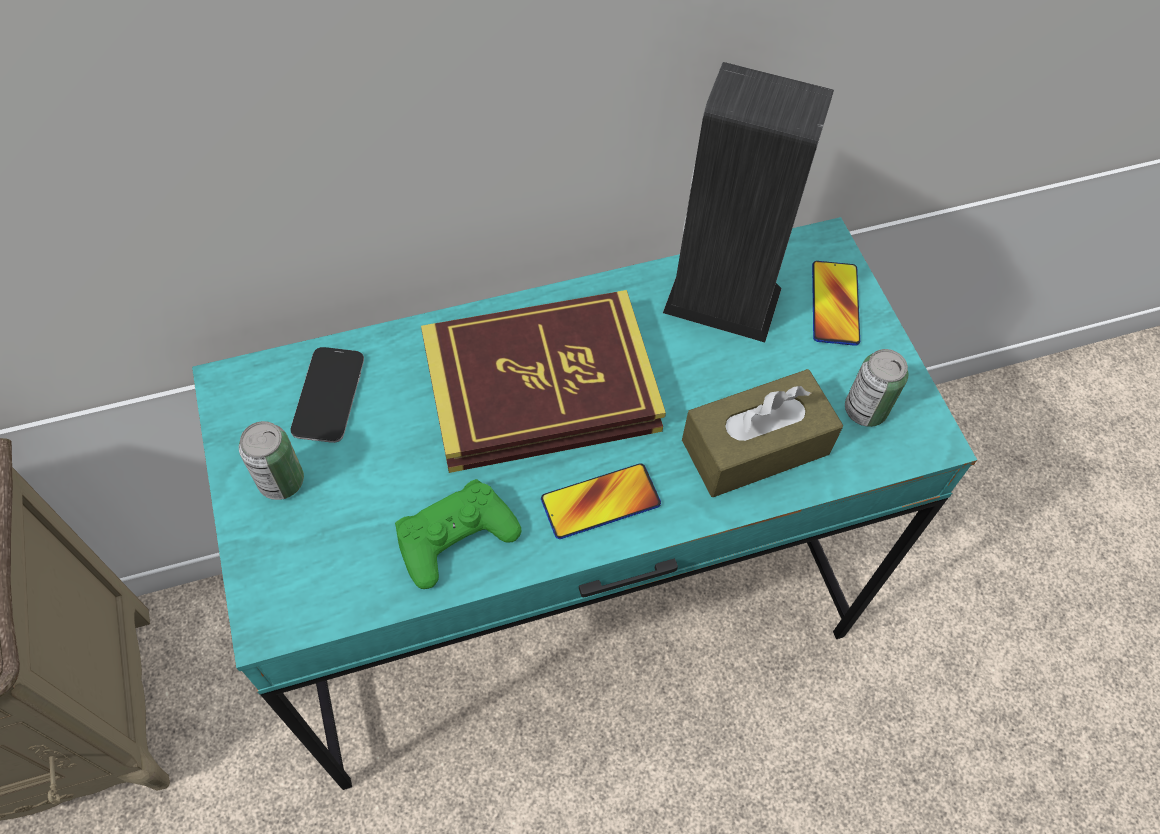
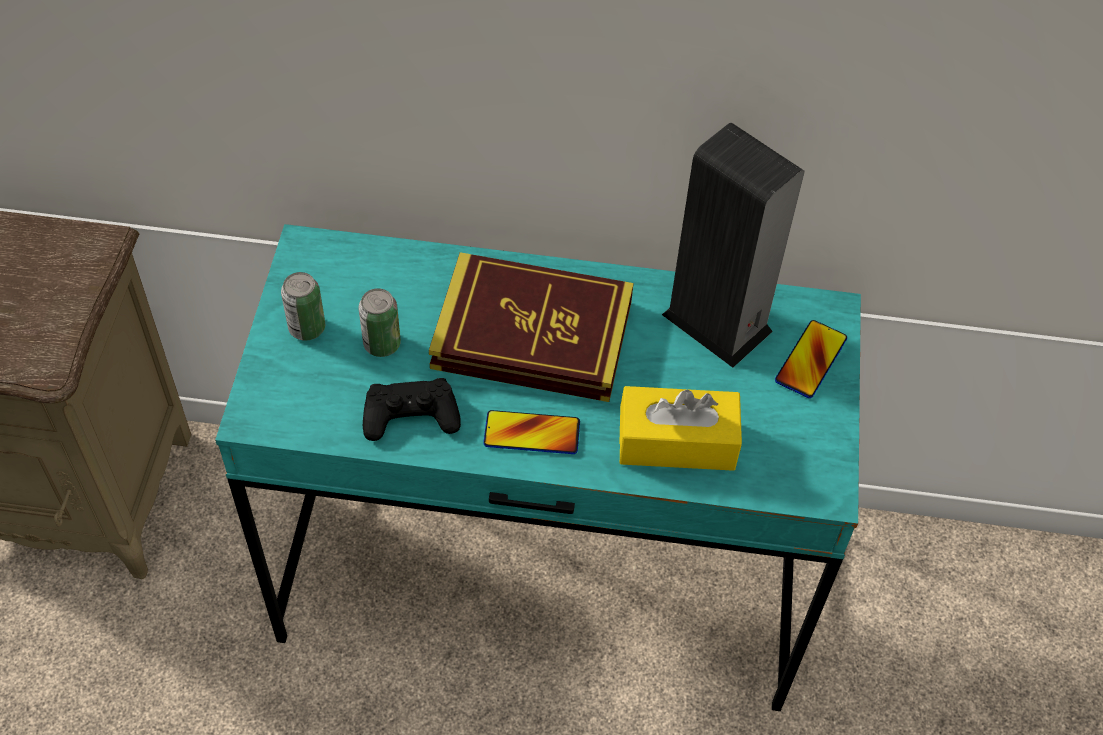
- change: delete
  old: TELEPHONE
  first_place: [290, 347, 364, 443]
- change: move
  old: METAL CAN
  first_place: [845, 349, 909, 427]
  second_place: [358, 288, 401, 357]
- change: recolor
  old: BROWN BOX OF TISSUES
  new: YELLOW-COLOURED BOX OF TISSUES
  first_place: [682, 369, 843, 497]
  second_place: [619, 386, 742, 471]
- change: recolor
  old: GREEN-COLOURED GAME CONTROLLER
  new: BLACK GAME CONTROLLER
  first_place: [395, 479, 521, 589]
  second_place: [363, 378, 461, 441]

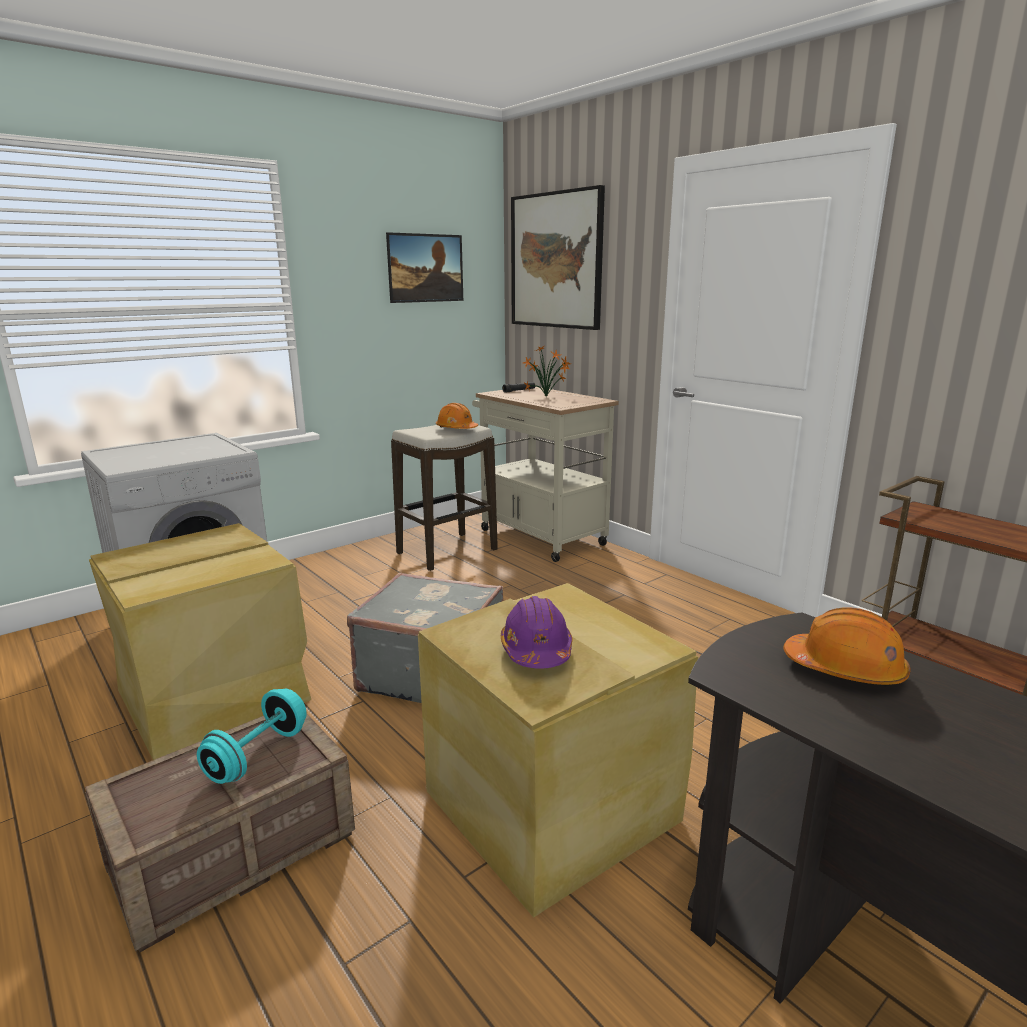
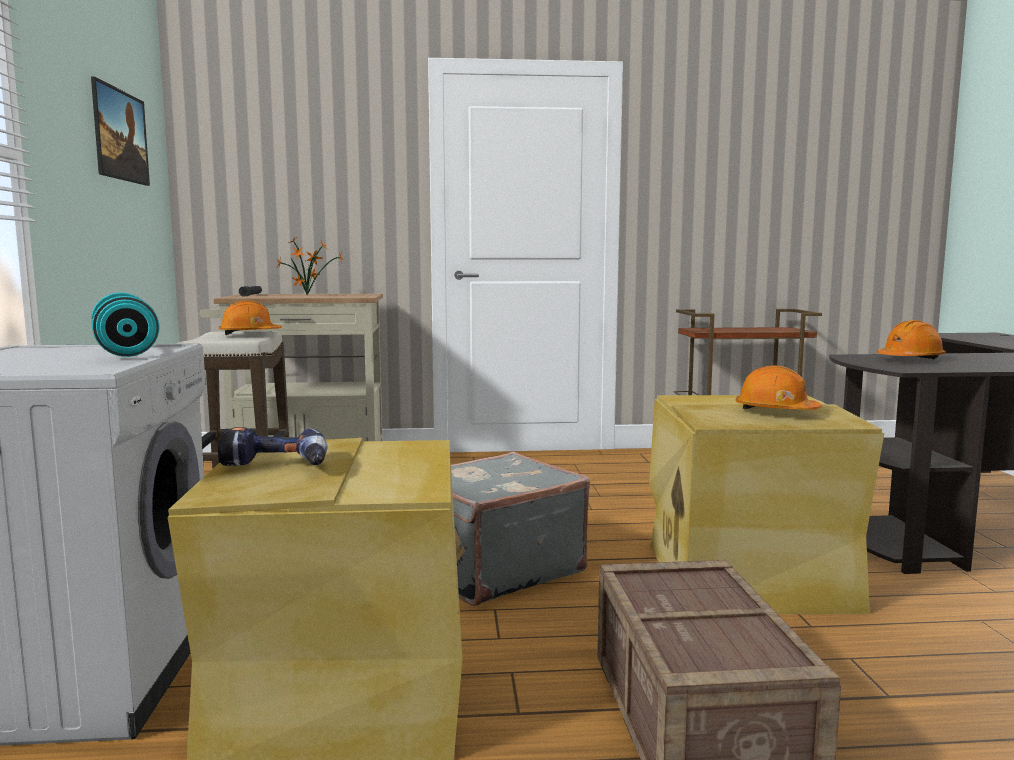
- change: delete
  old: WALL PICTURE
  first_place: [511, 185, 605, 330]
- change: recolor
  old: PURPLISH HARD HAT
  new: ORANGE HARD HAT
  first_place: [501, 596, 572, 669]
  second_place: [735, 365, 822, 410]
- change: move
  old: BLUE-GREEN FREE WEIGHT
  first_place: [197, 689, 307, 784]
  second_place: [91, 292, 159, 357]
- change: insert
  new: ELECTRIC DRILL
  second_place: [218, 427, 328, 466]

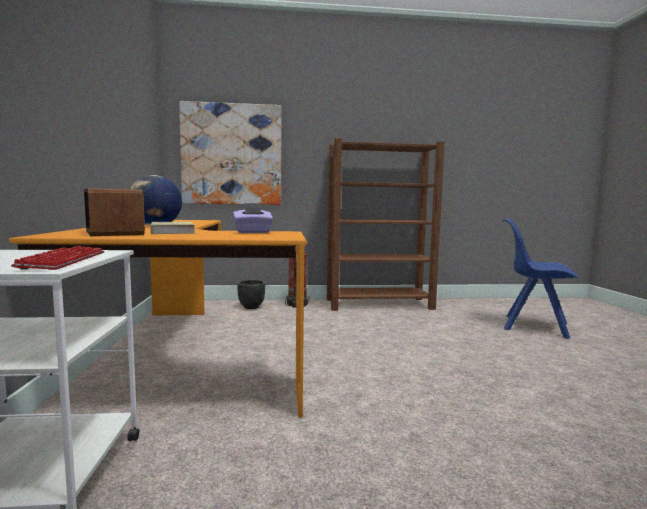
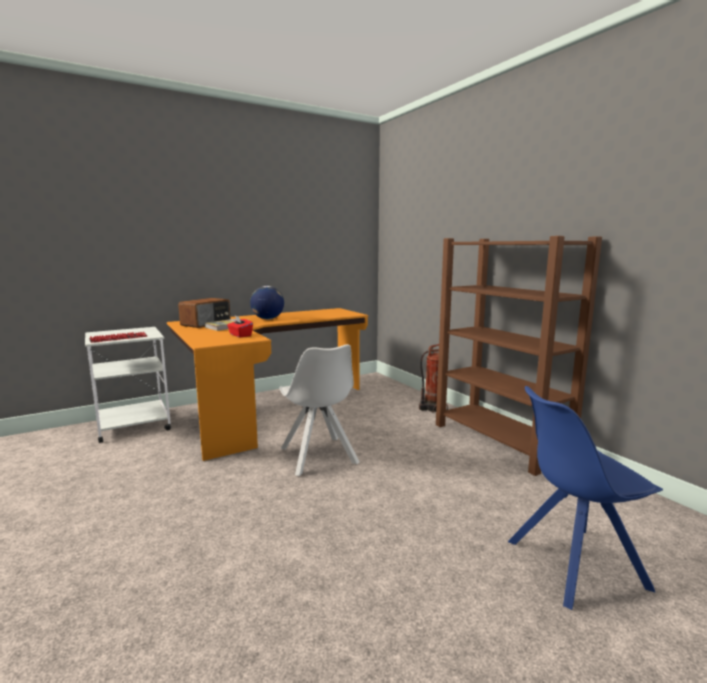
- change: delete
  old: WALL PICTURE
  first_place: [179, 101, 281, 205]
- change: recolor
  old: PURPLISH BOX OF TISSUES
  new: REDDISH BOX OF TISSUES
  first_place: [233, 203, 273, 233]
  second_place: [227, 316, 253, 337]
- change: rotate
  old: BLUISH UPRIGHT CHAIR
  first_place: [503, 219, 579, 339]
  second_place: [508, 386, 663, 610]
  degrees: -105
- change: delete
  old: BLACK PLANT POT
  first_place: [237, 280, 265, 309]
- change: insert
  new: WHITE UPRIGHT CHAIR
  second_place: [279, 344, 359, 476]

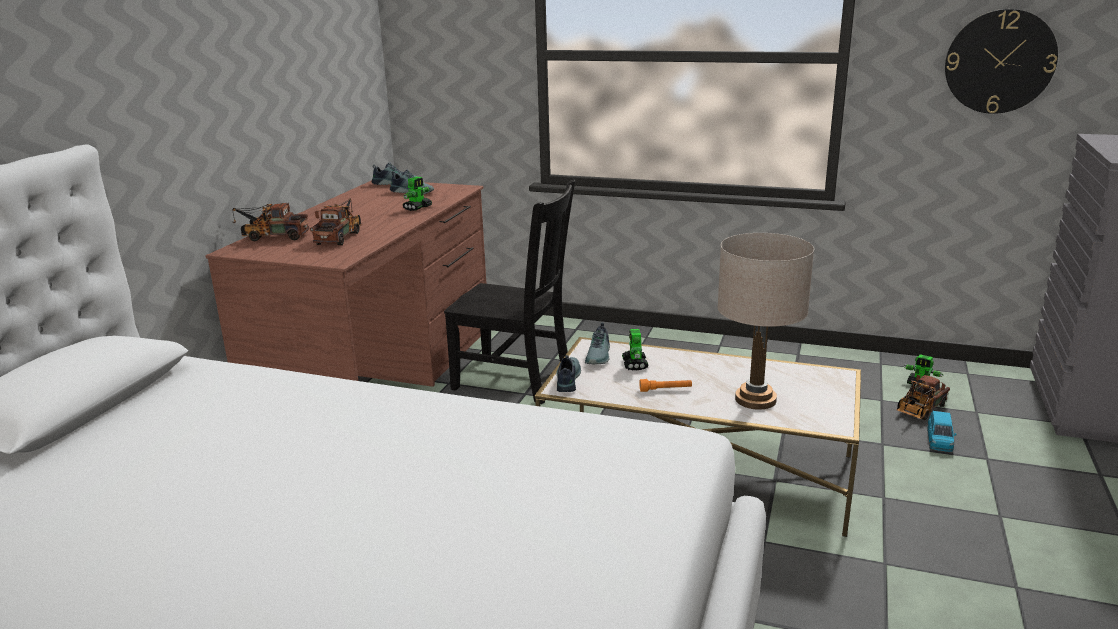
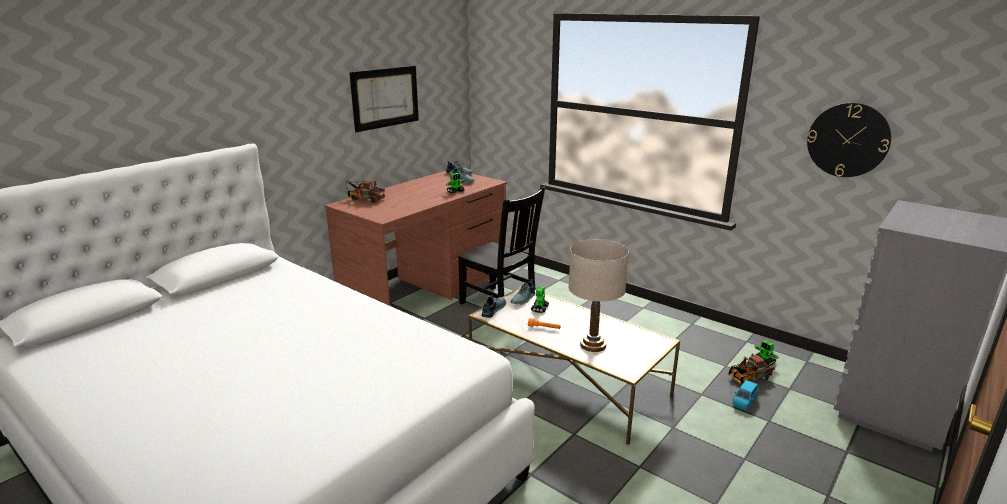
- change: delete
  old: TOY TRUCK
  first_place: [310, 198, 362, 245]
- change: insert
  new: WALL PICTURE
  second_place: [349, 66, 419, 132]

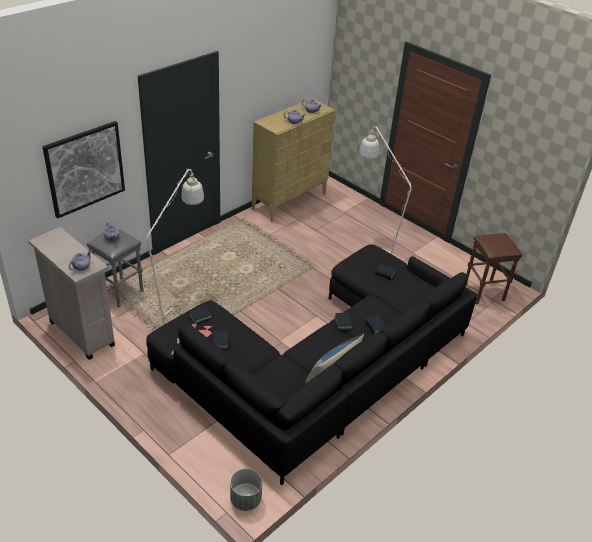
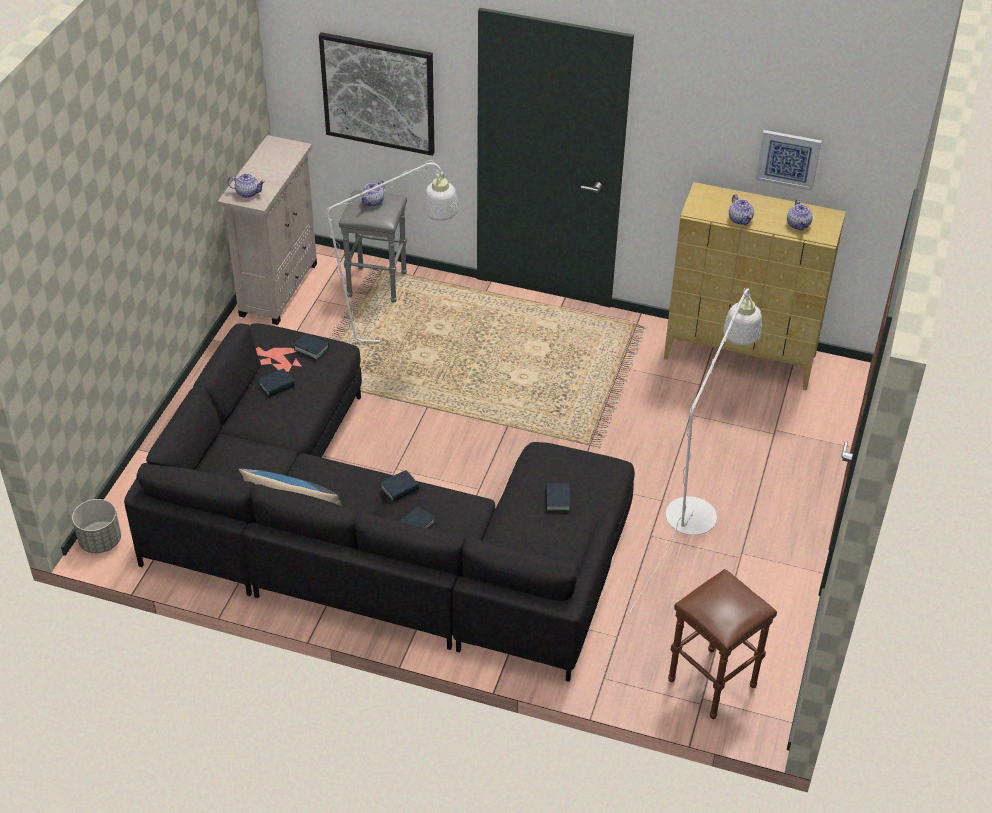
- change: insert
  new: WALL PICTURE
  second_place: [756, 130, 822, 191]

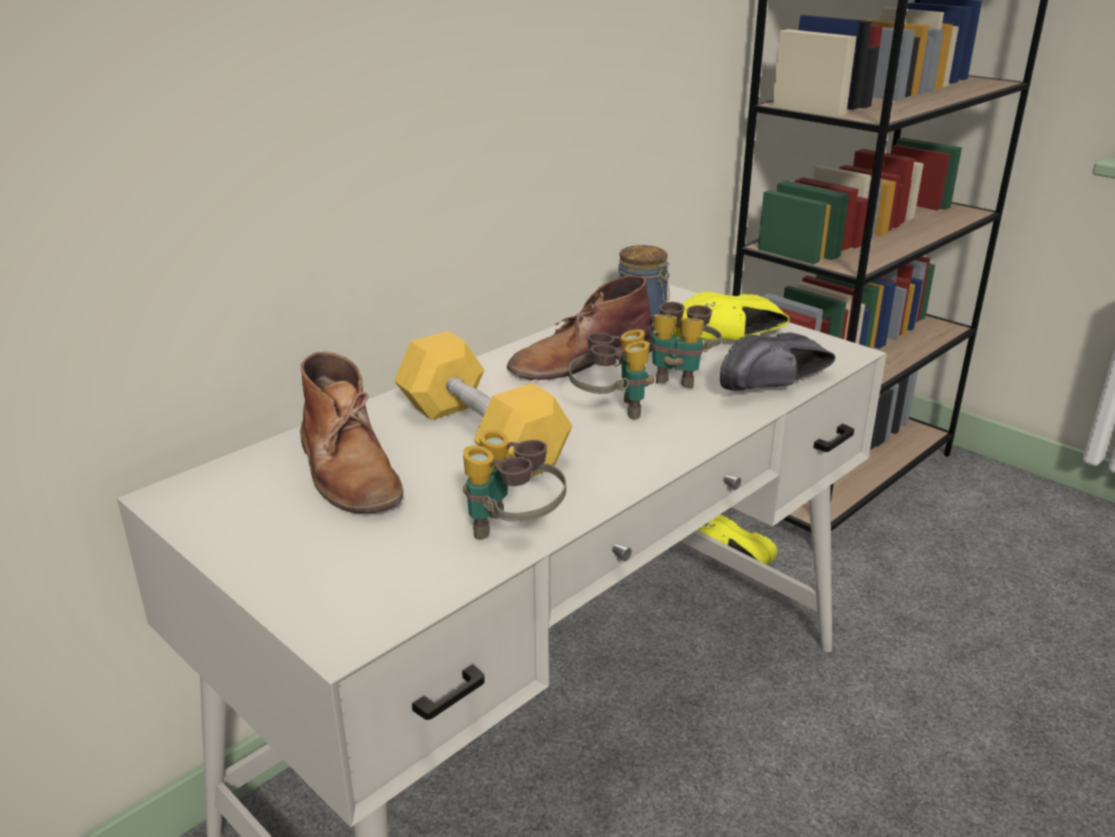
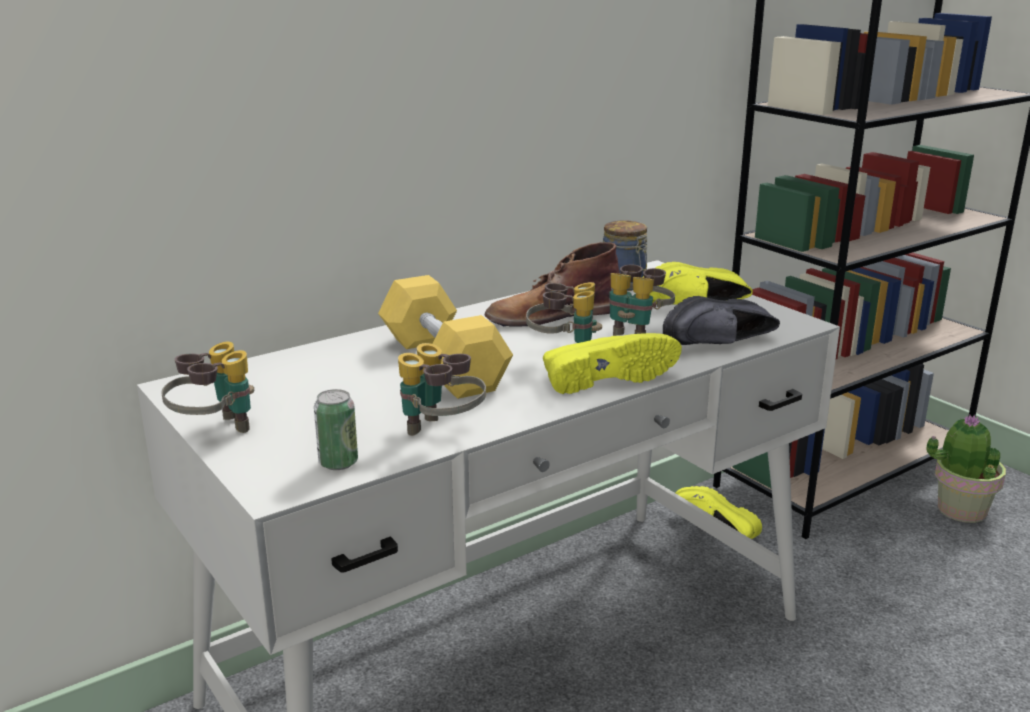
- change: delete
  old: BROWN HIGH-TOP BOOT
  first_place: [300, 352, 403, 514]
- change: insert
  new: YELLOW-COLOURED ITEM OF FOOTWEAR
  second_place: [543, 333, 682, 394]
- change: insert
  new: PAIR OF BINOCULARS
  second_place: [161, 342, 254, 433]
- change: insert
  new: METAL CAN
  second_place: [314, 389, 358, 470]
- change: insert
  new: PLANT IN A POT
  second_place: [926, 415, 1006, 523]

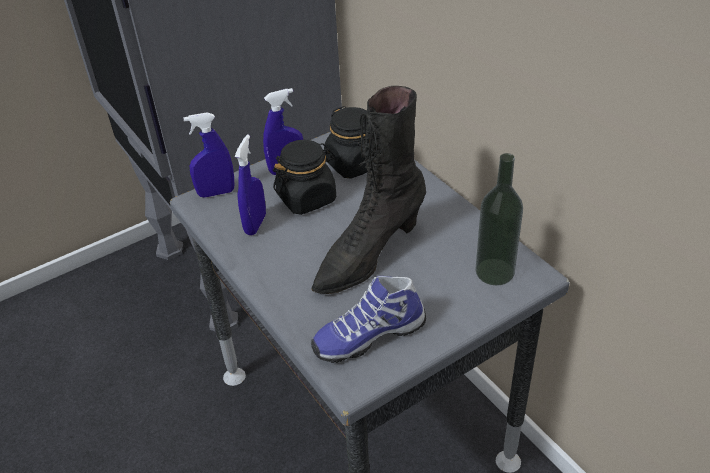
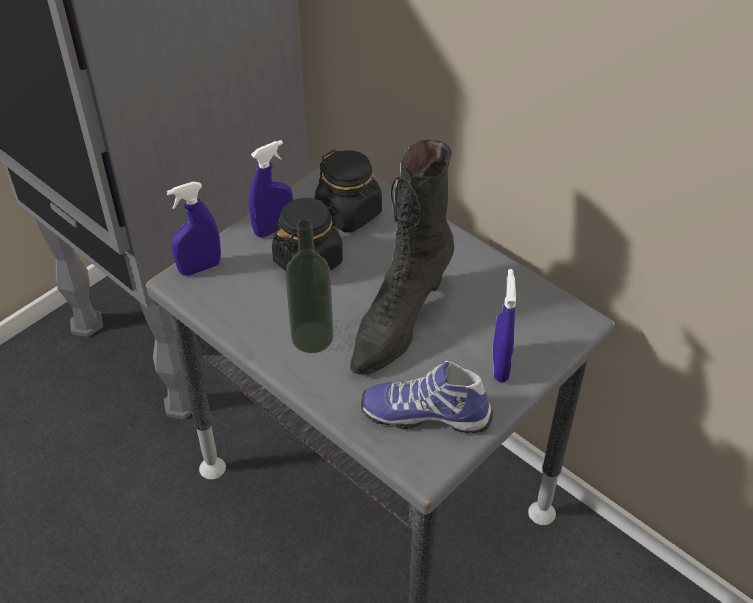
- change: move
  old: BLUISH SPRAYER
  first_place: [235, 135, 266, 235]
  second_place: [493, 269, 516, 382]
- change: move
  old: DRINK BOTTLE
  first_place: [475, 153, 523, 285]
  second_place: [285, 219, 333, 353]
- change: rotate
  old: ITEM OF FOOTWEAR
  first_place: [311, 276, 426, 363]
  second_place: [361, 360, 493, 433]
  degrees: 45

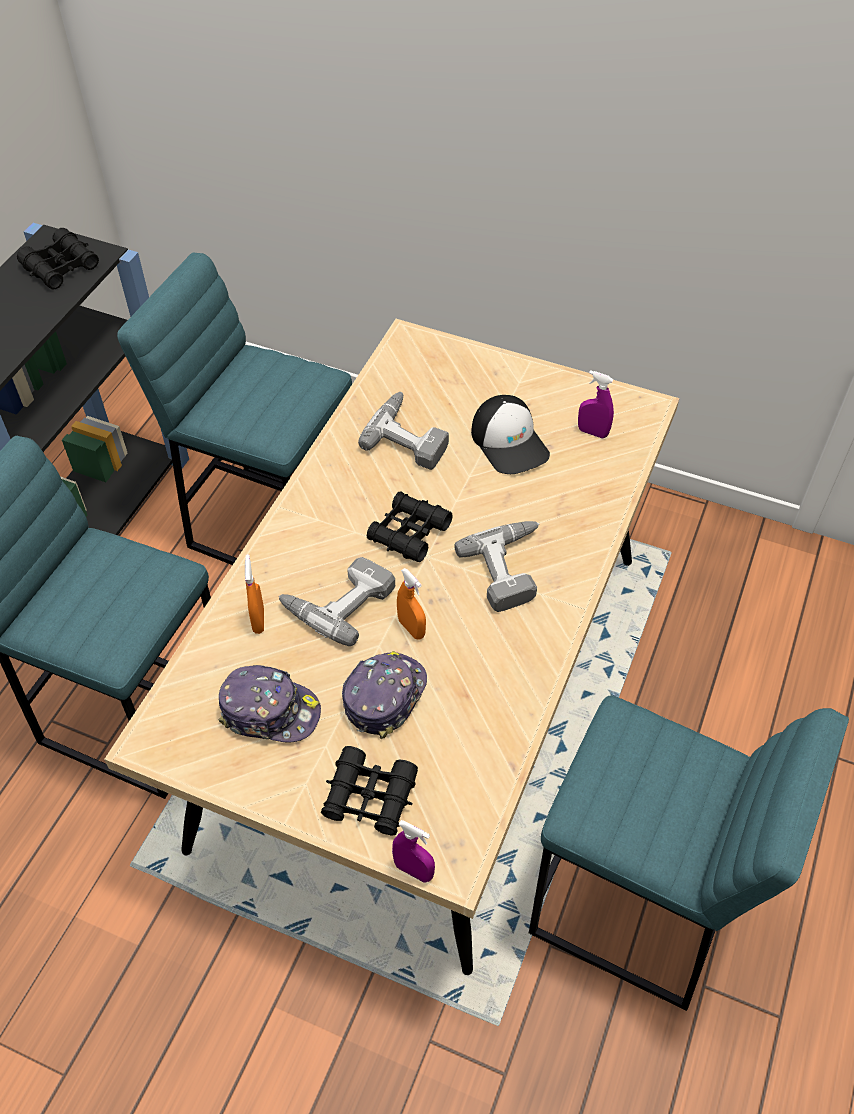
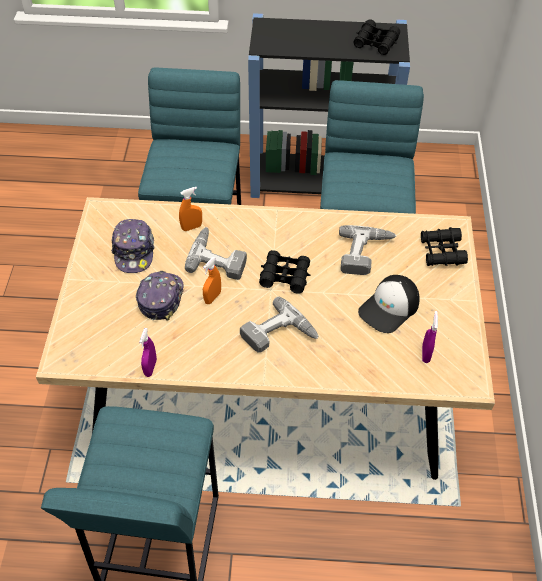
- change: rotate
  old: PEAKED CAP
  first_place: [342, 651, 427, 740]
  second_place: [136, 271, 184, 321]
  degrees: -90
- change: move
  old: BLACK PAIR OF BINOCULARS
  first_place: [321, 746, 418, 836]
  second_place: [421, 227, 468, 266]
- change: move
  old: PURPLISH SPRAYER
  first_place: [392, 820, 435, 883]
  second_place: [139, 328, 157, 377]

